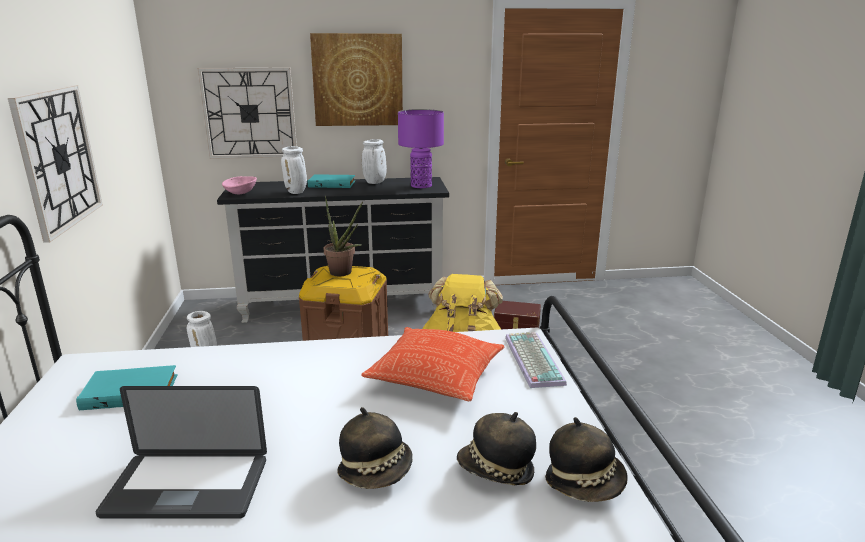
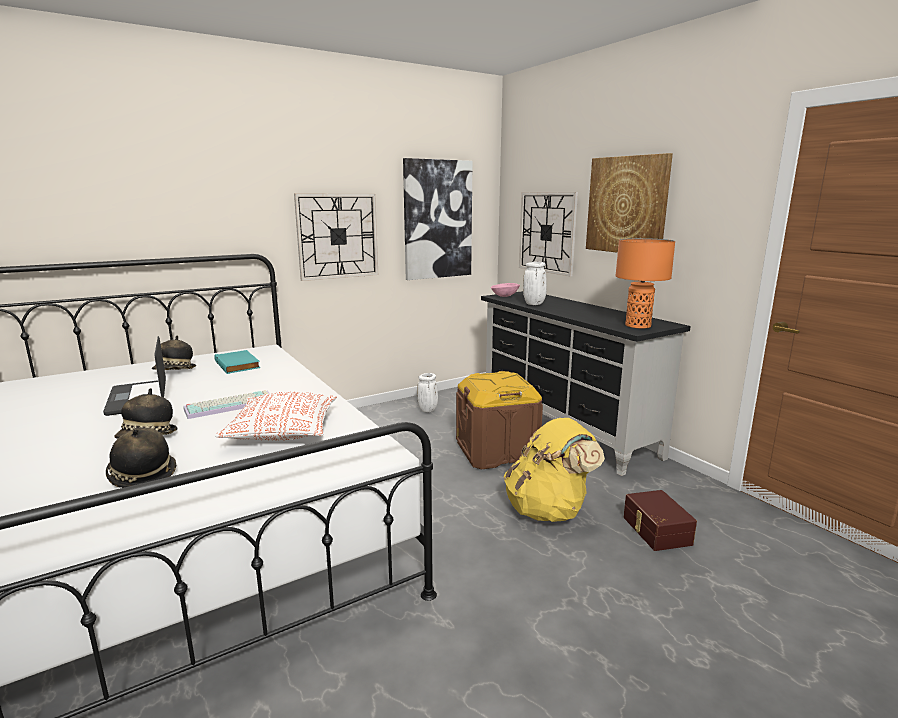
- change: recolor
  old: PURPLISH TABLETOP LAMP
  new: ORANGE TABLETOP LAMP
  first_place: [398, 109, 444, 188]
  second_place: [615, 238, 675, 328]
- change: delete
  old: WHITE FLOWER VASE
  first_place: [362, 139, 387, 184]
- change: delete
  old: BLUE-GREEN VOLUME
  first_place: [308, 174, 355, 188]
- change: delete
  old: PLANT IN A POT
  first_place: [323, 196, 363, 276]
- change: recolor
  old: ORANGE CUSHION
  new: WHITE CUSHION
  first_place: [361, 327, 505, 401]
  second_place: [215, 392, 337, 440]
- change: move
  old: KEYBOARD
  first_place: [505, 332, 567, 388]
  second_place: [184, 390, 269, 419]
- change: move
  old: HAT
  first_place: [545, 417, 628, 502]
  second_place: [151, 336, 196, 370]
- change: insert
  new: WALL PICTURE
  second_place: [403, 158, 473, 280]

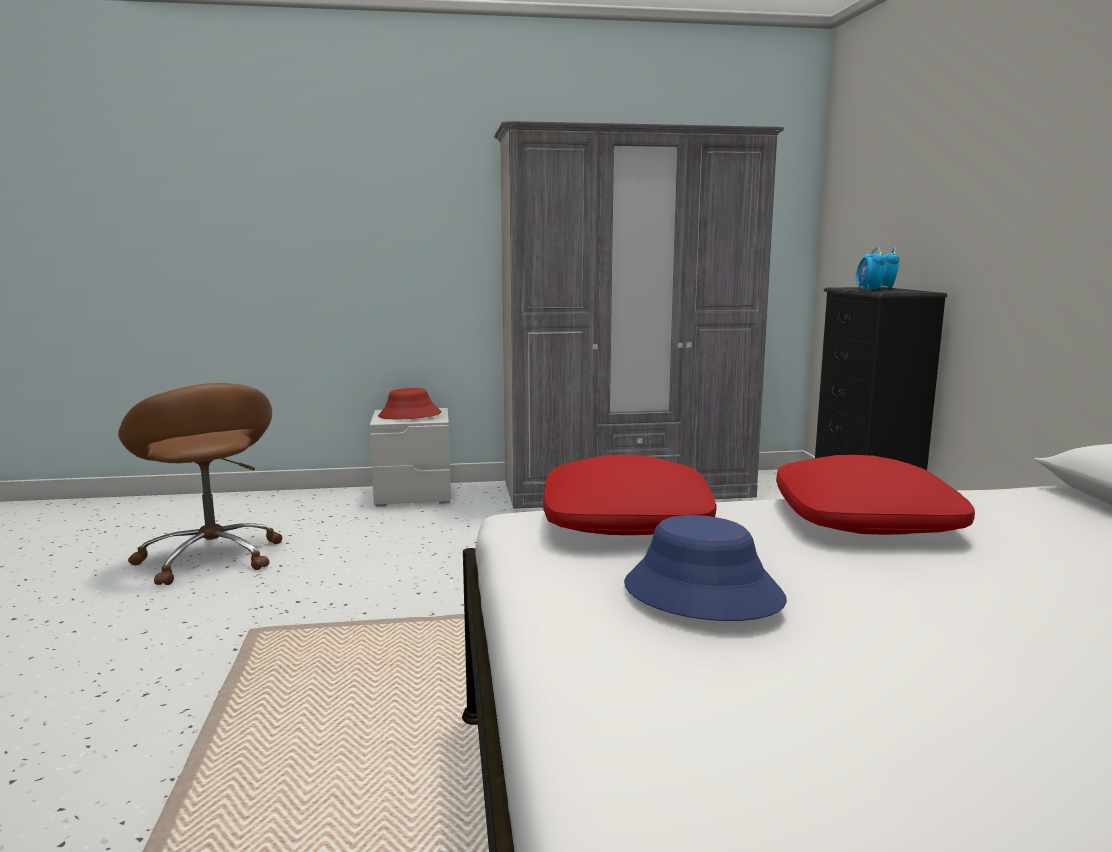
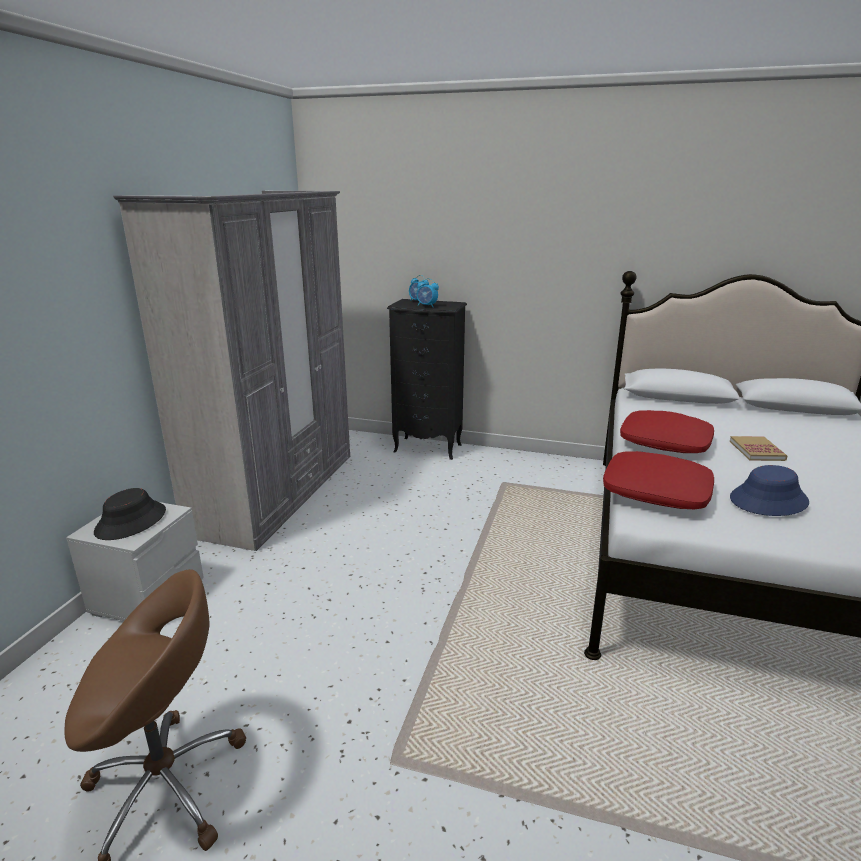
- change: recolor
  old: REDDISH HAT
  new: BLACK HAT
  first_place: [378, 388, 442, 419]
  second_place: [94, 488, 166, 540]
- change: insert
  new: VOLUME
  second_place: [730, 436, 788, 461]

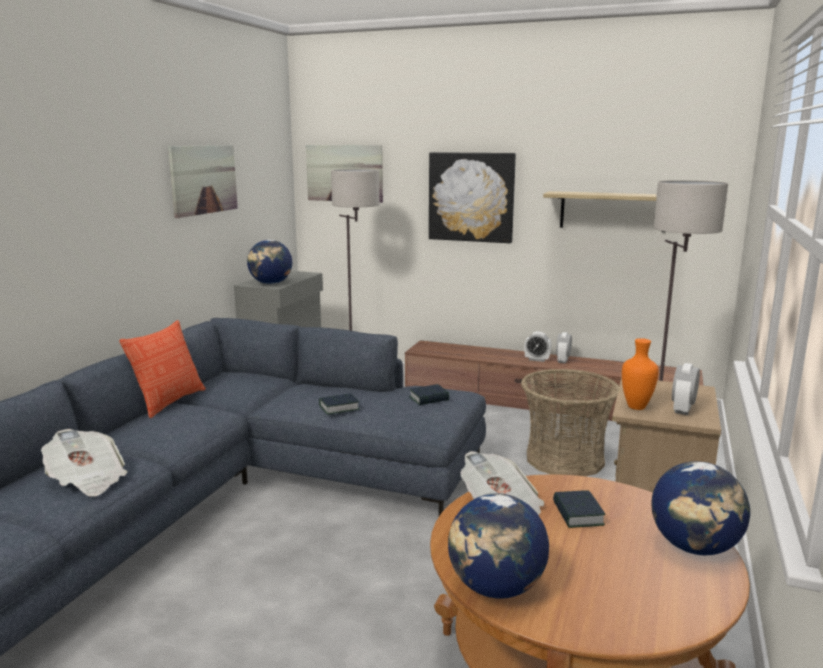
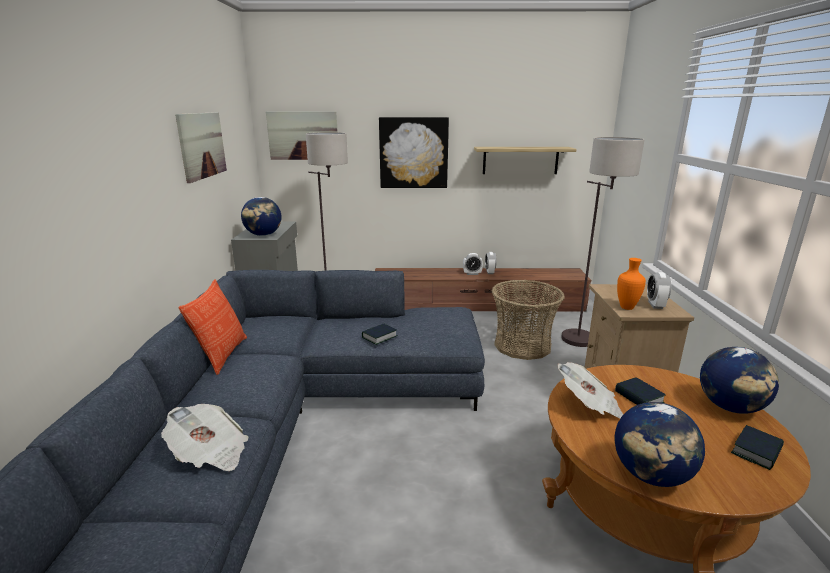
- change: move
  old: VOLUME
  first_place: [409, 384, 449, 405]
  second_place: [731, 425, 784, 470]

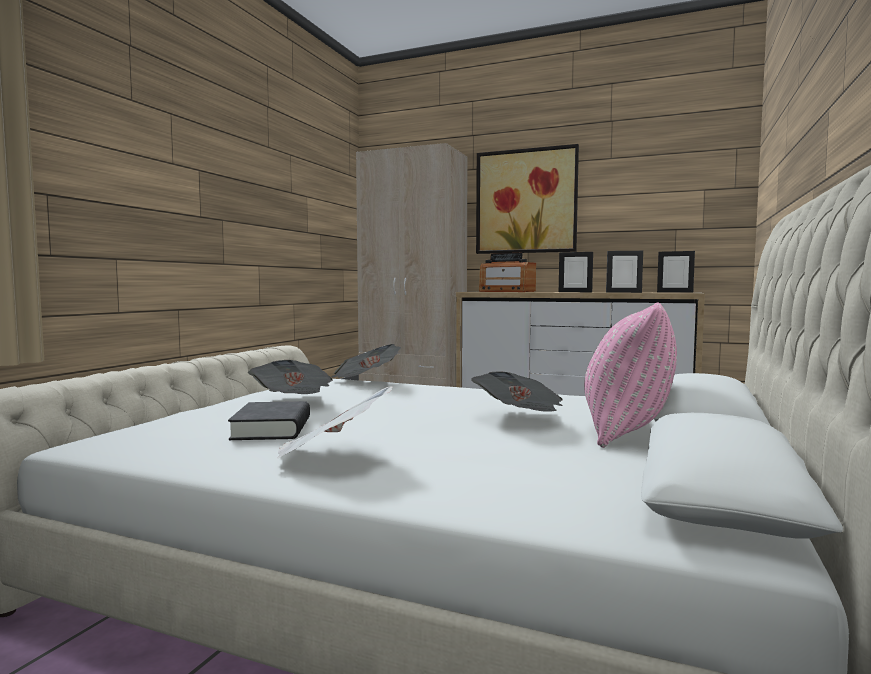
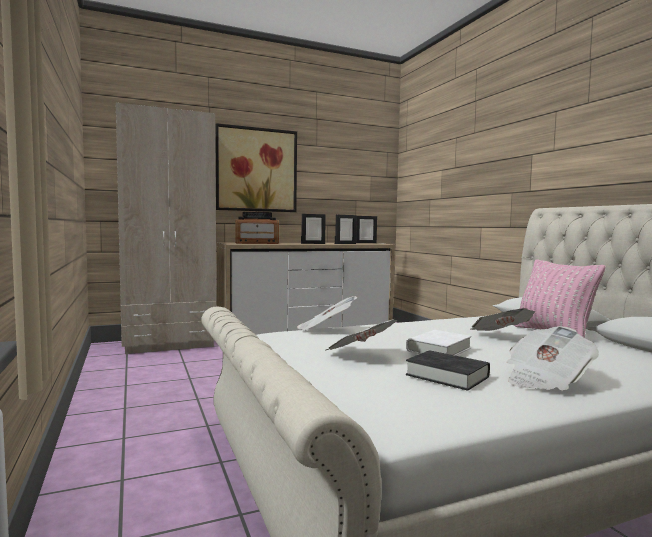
- change: insert
  new: WHITE VOLUME
  second_place: [406, 330, 471, 356]

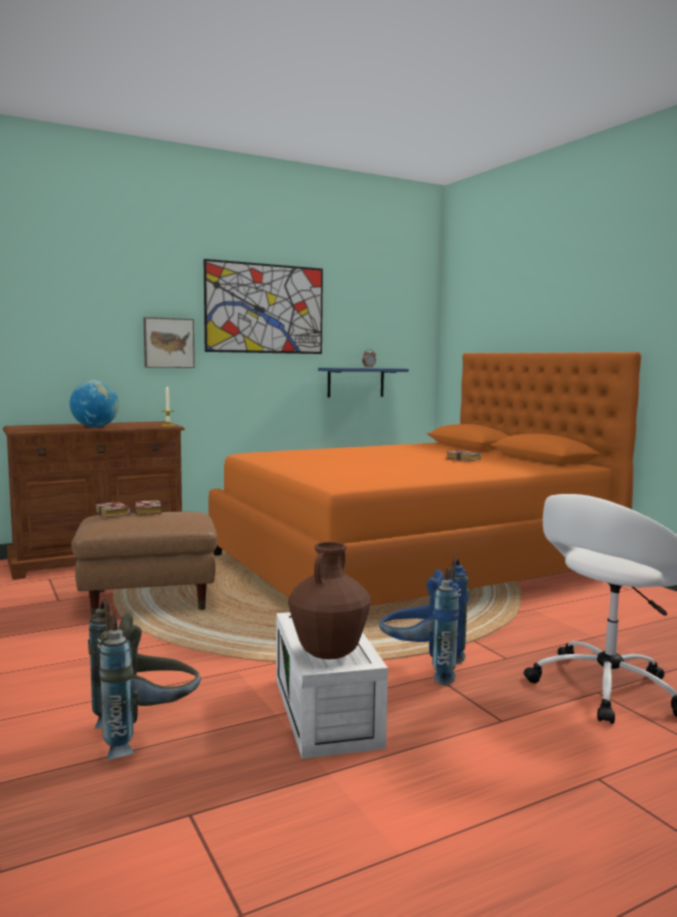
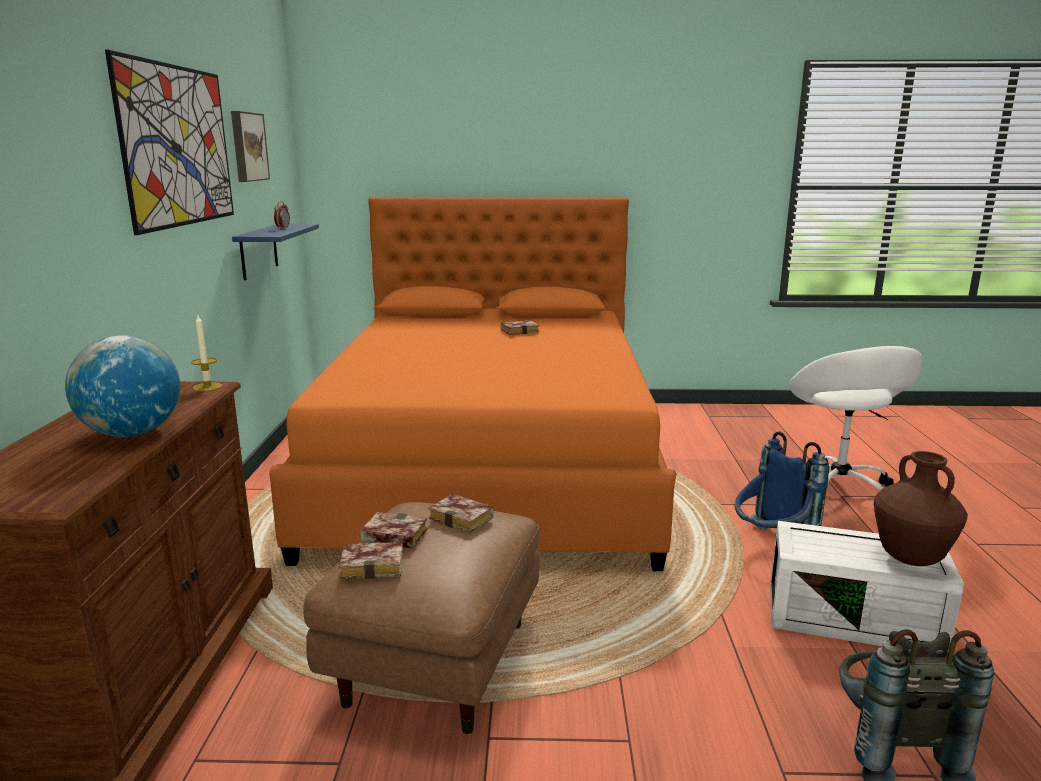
- change: move
  old: WALL PICTURE
  first_place: [143, 317, 195, 368]
  second_place: [231, 111, 270, 182]
- change: insert
  new: VOLUME
  second_place: [429, 494, 493, 533]

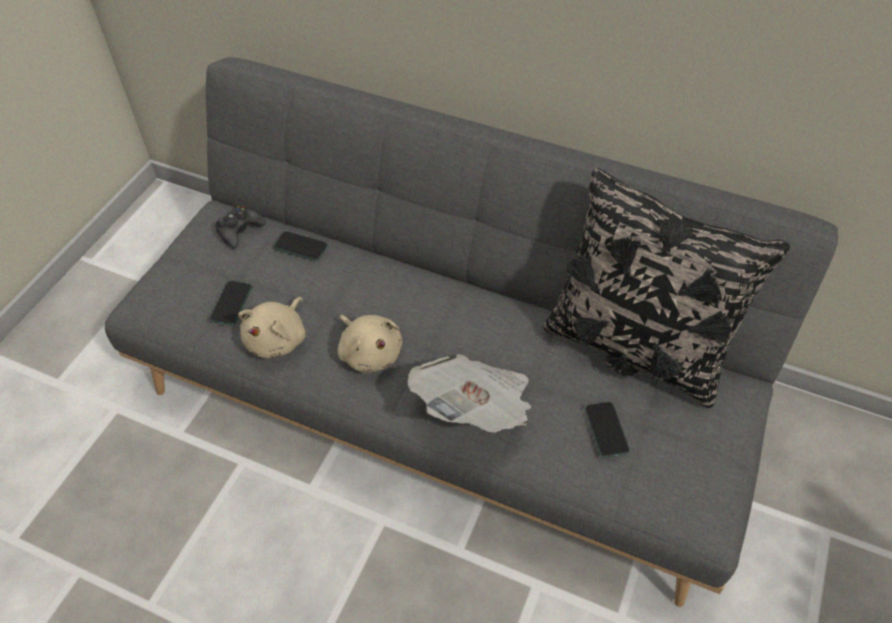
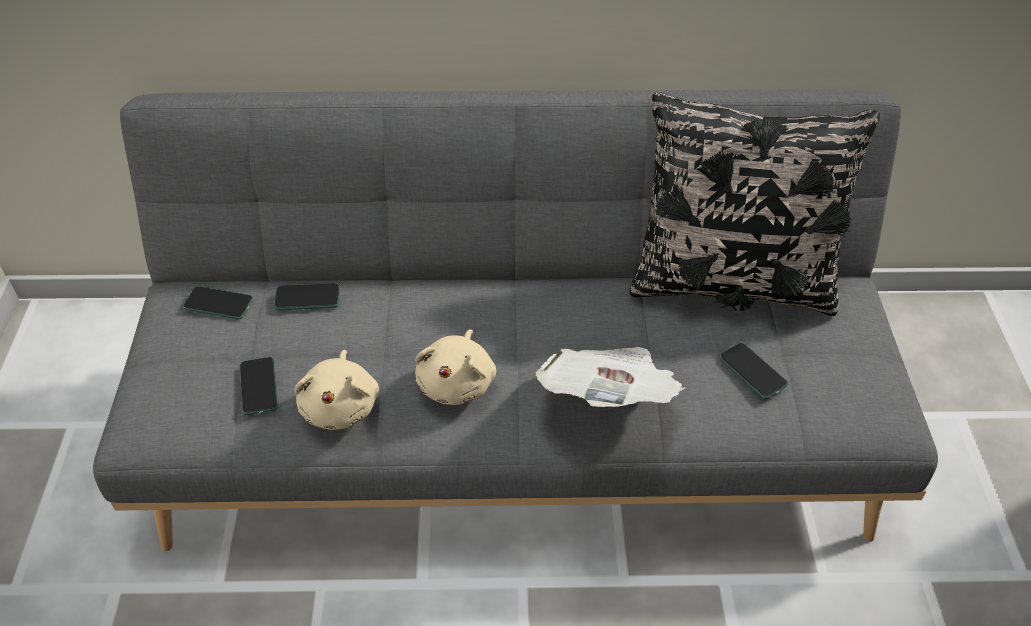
- change: replace
  old: BLACK GAME CONTROLLER
  new: TELEPHONE
  first_place: [215, 206, 266, 249]
  second_place: [183, 286, 253, 319]
- change: rotate
  old: BEIGE SOFT TOY
  first_place: [338, 315, 403, 373]
  second_place: [415, 329, 496, 405]
  degrees: 75

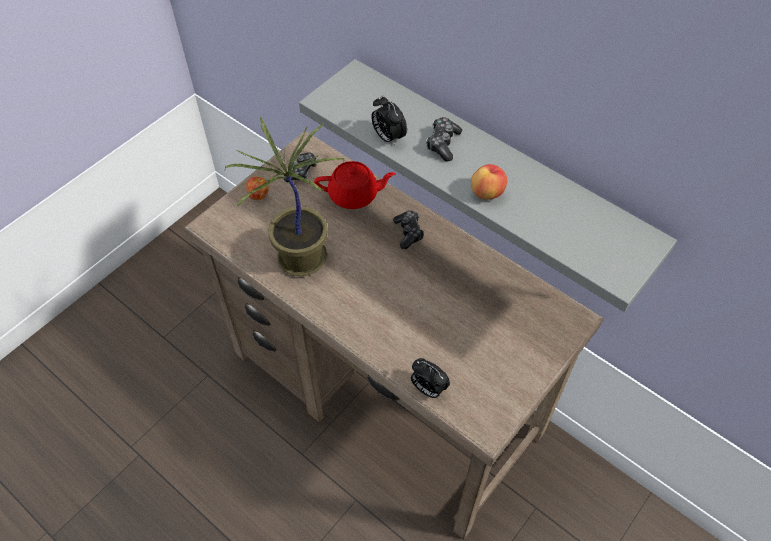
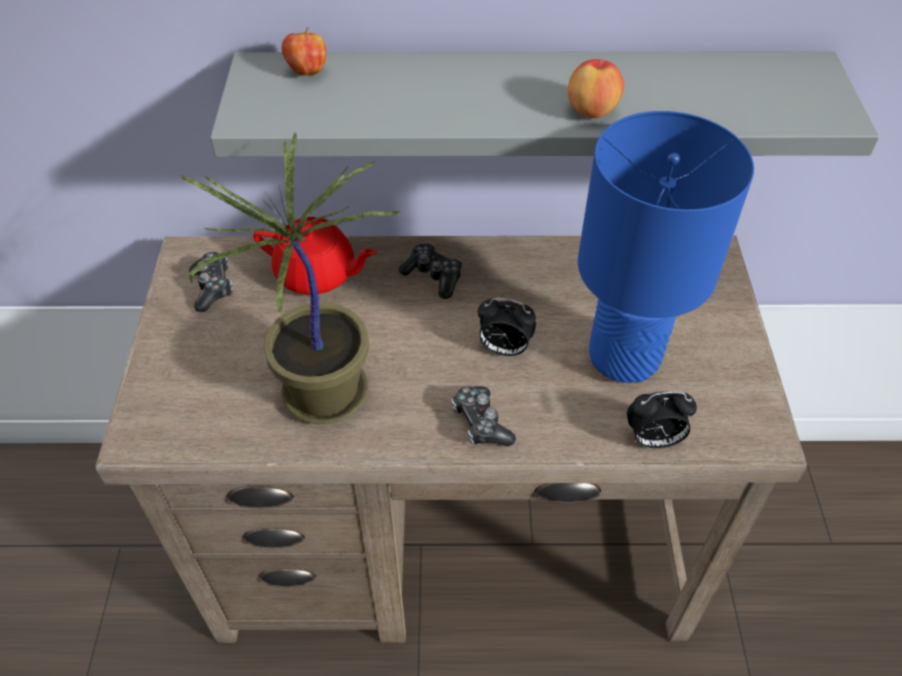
- change: move
  old: TABLE CLOCK
  first_place: [371, 95, 407, 146]
  second_place: [478, 298, 536, 356]
- change: move
  old: GAME CONTROLLER
  first_place: [426, 117, 462, 161]
  second_place: [451, 386, 516, 446]
- change: rotate
  old: REDDISH TEA POT
  first_place: [314, 161, 396, 209]
  second_place: [253, 217, 377, 295]
  degrees: 60
- change: move
  old: APPLE FRUIT
  first_place: [246, 177, 269, 200]
  second_place: [282, 27, 326, 75]
- change: insert
  new: BLUISH TABLETOP LAMP
  second_place: [578, 111, 754, 383]

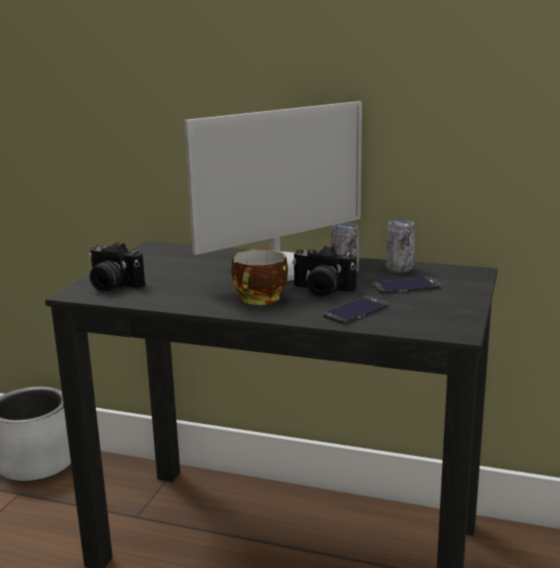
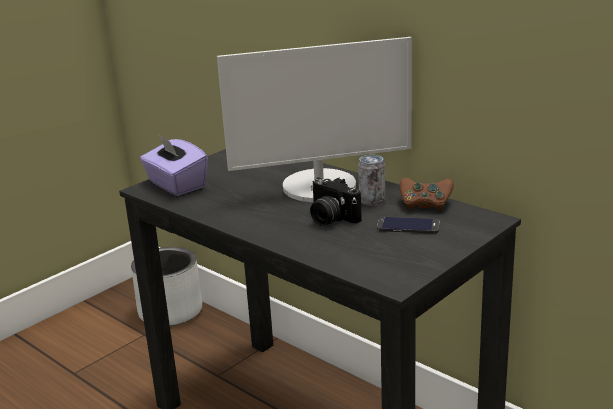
- change: replace
  old: METAL CAN
  new: BROWN GAME CONTROLLER
  first_place: [386, 220, 415, 273]
  second_place: [399, 177, 454, 211]
- change: replace
  old: PHOTO CAMERA
  new: PURPLISH BOX OF TISSUES
  first_place: [88, 242, 145, 292]
  second_place: [140, 135, 208, 196]
- change: delete
  old: DRINKING CUP
  first_place: [231, 249, 288, 305]
- change: delete
  old: TELEPHONE
  first_place: [323, 296, 388, 324]

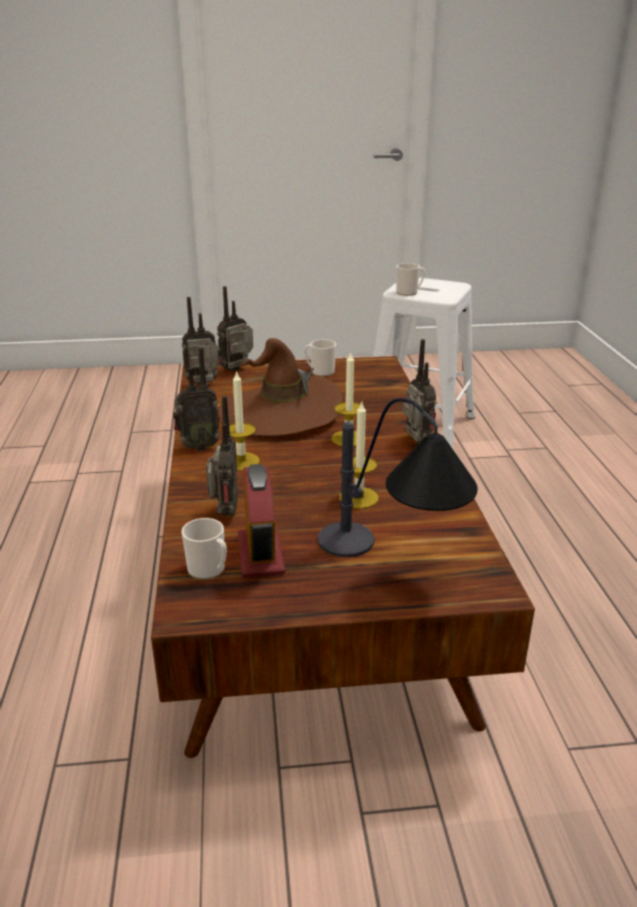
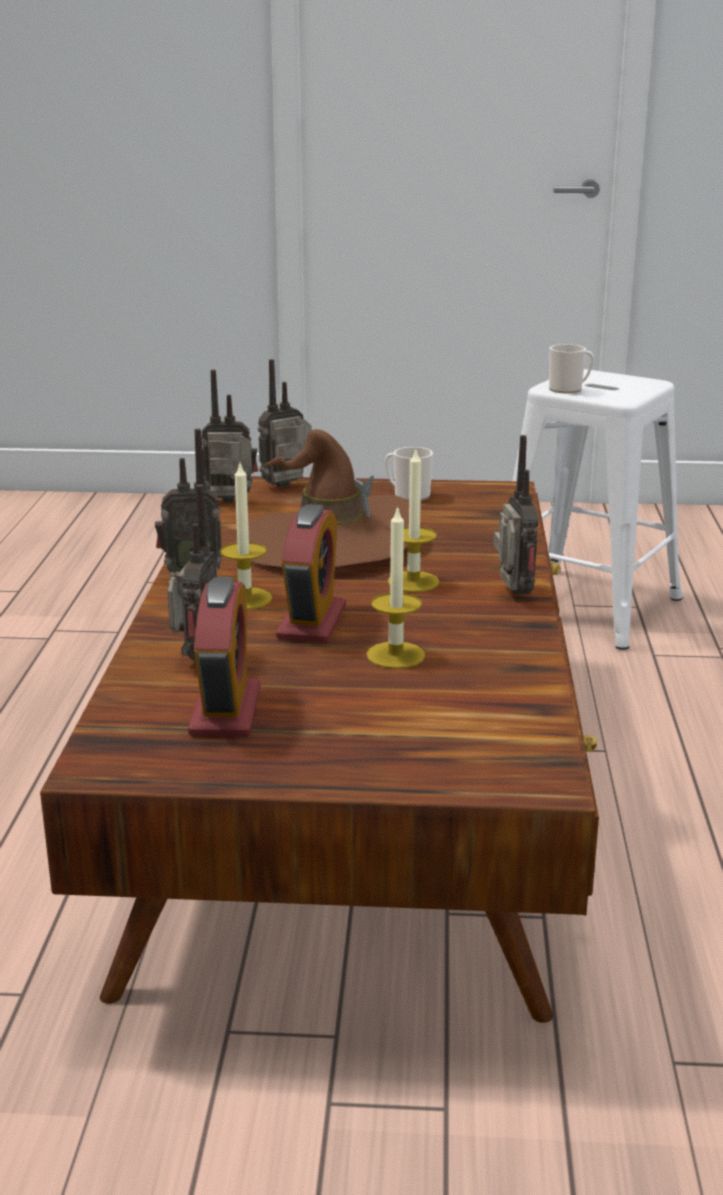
- change: delete
  old: TABLETOP LAMP
  first_place: [318, 398, 478, 557]
- change: delete
  old: TEA MUG
  first_place: [181, 518, 227, 580]
- change: insert
  new: TABLE CLOCK
  second_place: [276, 504, 346, 643]

